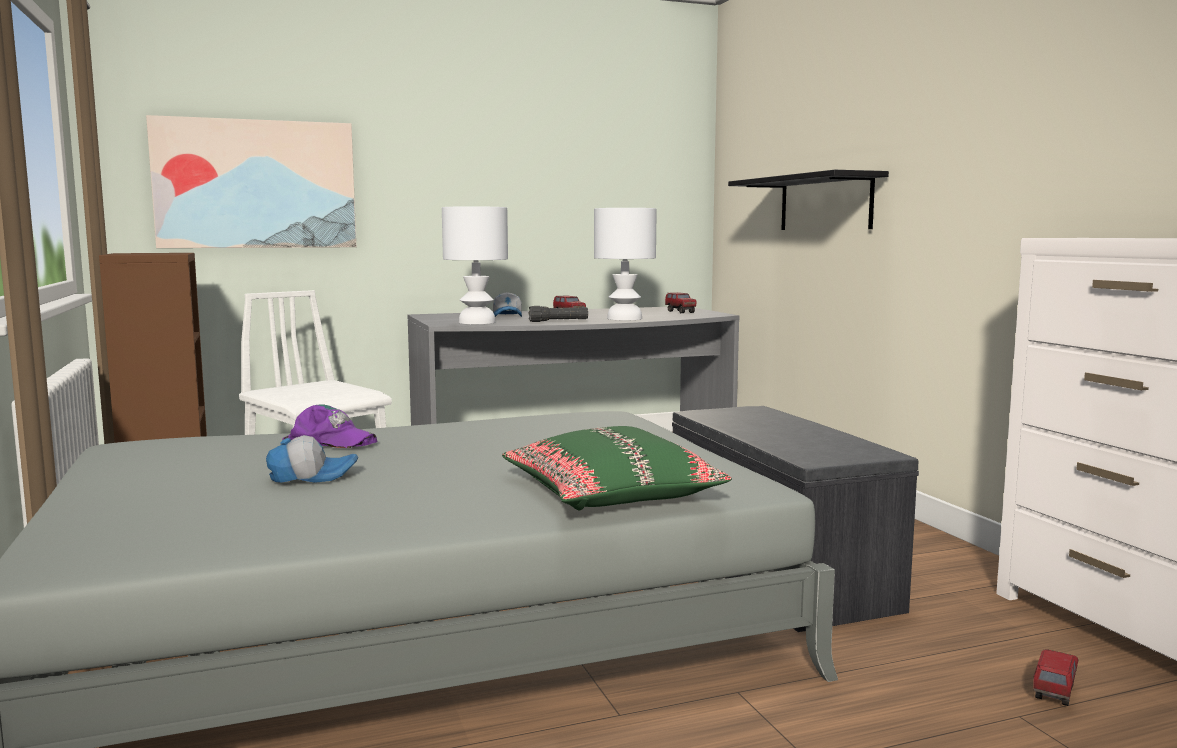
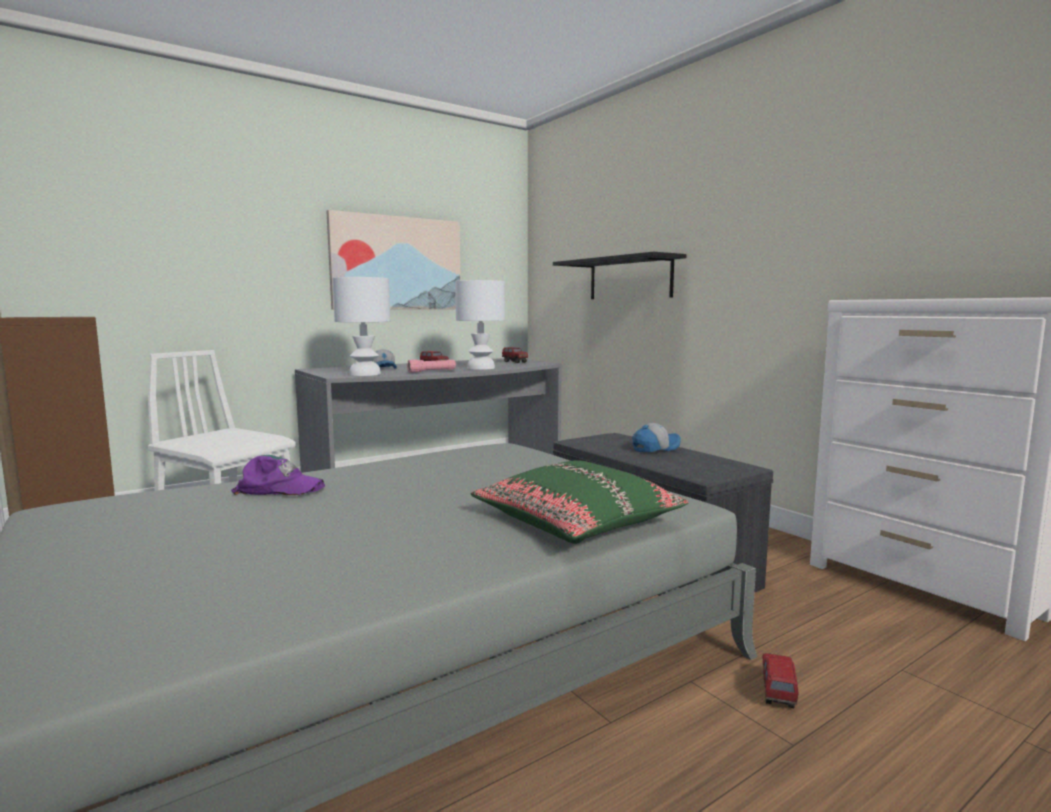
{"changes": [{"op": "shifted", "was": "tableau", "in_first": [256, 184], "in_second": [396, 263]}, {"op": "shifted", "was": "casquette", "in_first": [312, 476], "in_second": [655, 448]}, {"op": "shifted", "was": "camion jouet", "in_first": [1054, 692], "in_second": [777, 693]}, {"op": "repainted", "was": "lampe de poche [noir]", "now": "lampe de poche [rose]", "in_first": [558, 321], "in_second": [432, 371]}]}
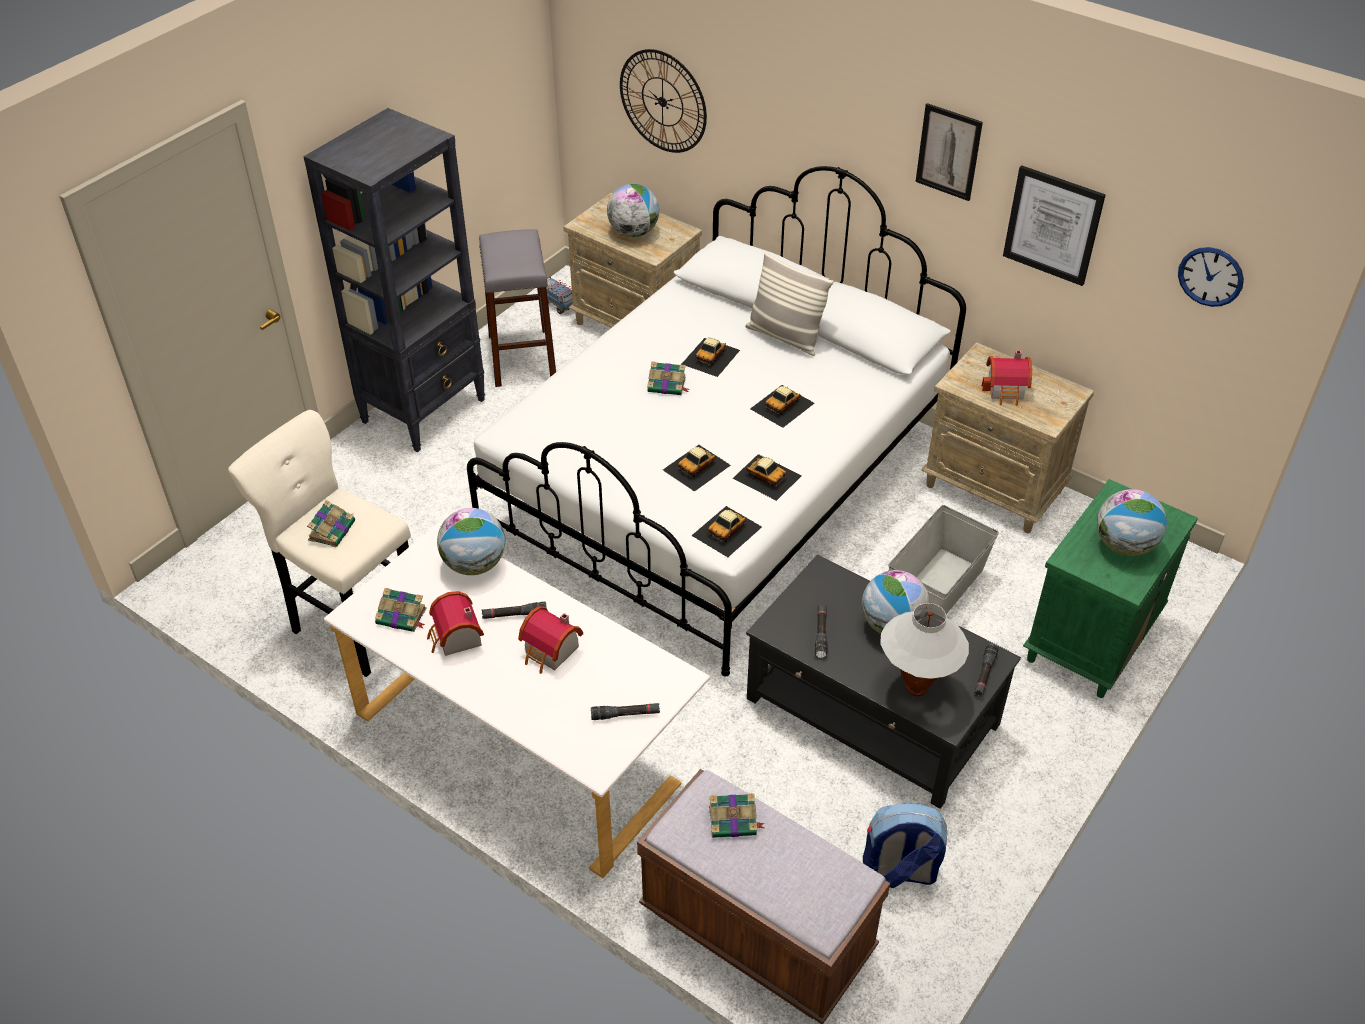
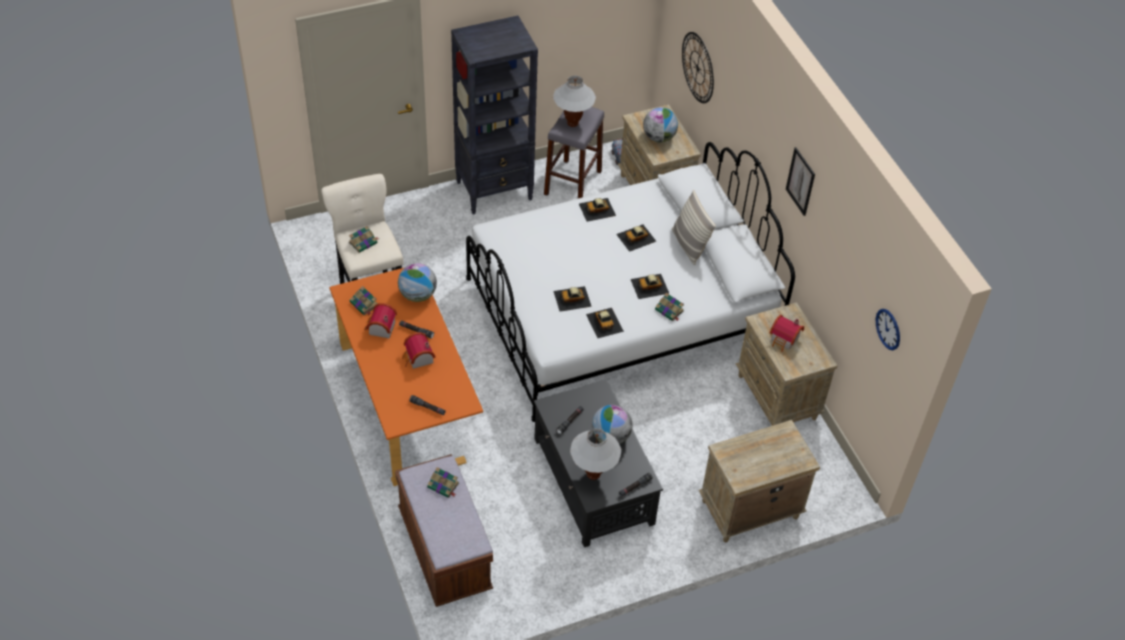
{"changes": [{"op": "gone", "was": "sac à dos", "in_first": [899, 871]}, {"op": "gone", "was": "boîte de rangement [gris]", "in_first": [935, 588]}, {"op": "gone", "was": "tableau", "in_first": [1053, 225]}, {"op": "gone", "was": "globe", "in_first": [1124, 545]}, {"op": "new", "now": "lampe de table [blanc]", "in_second": [572, 123]}, {"op": "shifted", "was": "livre", "in_first": [667, 385], "in_second": [669, 311]}, {"op": "shifted", "was": "petite voiture", "in_first": [727, 531], "in_second": [597, 209]}, {"op": "repainted", "was": "bureau [blanc]", "now": "bureau [orange]", "in_first": [524, 743], "in_second": [407, 401]}, {"op": "repainted", "was": "table de chevet [vert]", "now": "table de chevet [beige]", "in_first": [1091, 640], "in_second": [749, 510]}]}
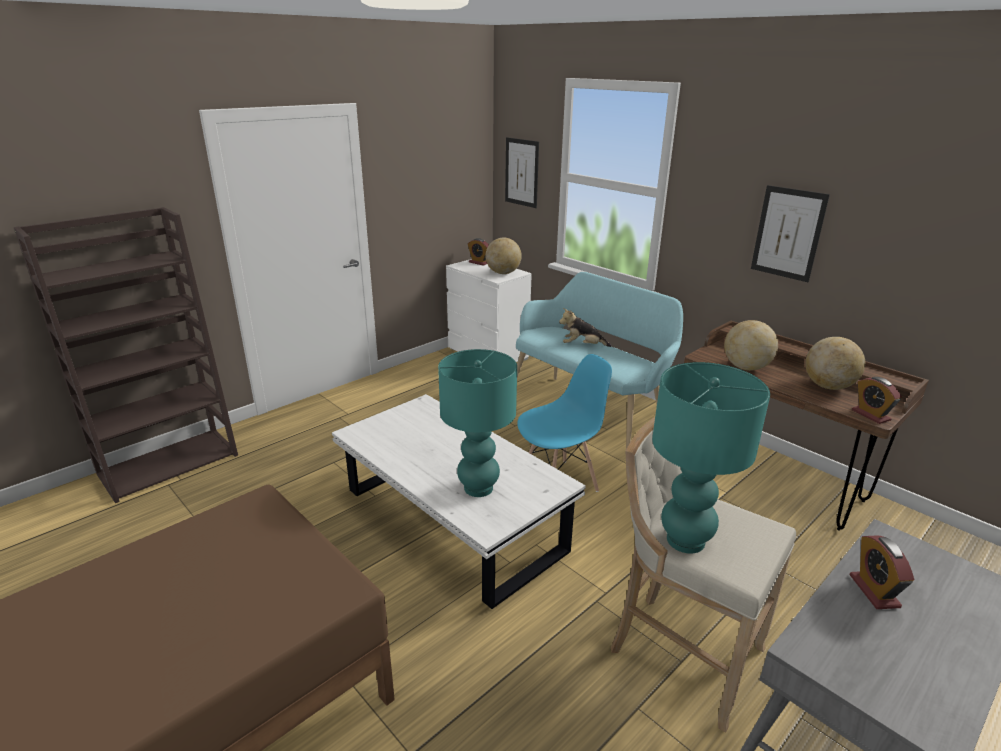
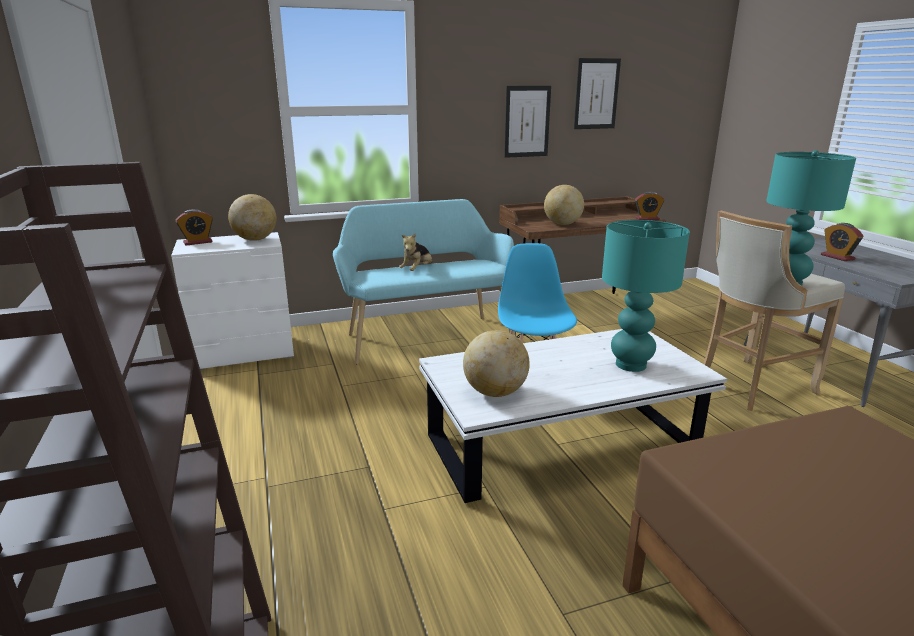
{"changes": [{"op": "shifted", "was": "tableau", "in_first": [521, 172], "in_second": [596, 94]}, {"op": "shifted", "was": "globe", "in_first": [828, 386], "in_second": [495, 392]}, {"op": "rotated", "was": "réveil", "in_first": [874, 591], "in_second": [837, 257], "clockwise": 45}]}
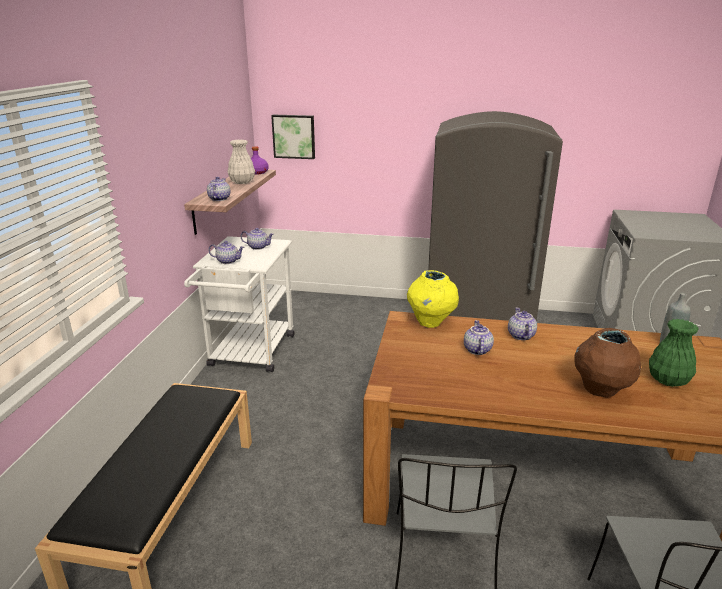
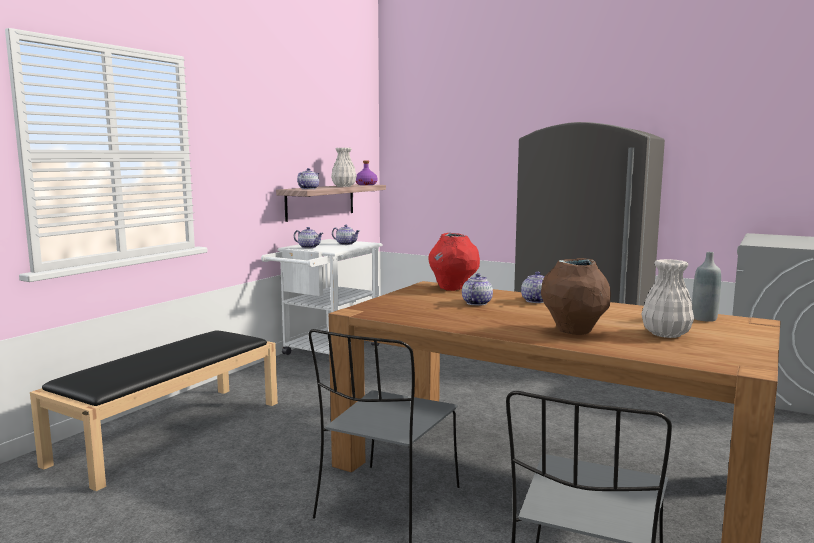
{"changes": [{"op": "gone", "was": "tableau", "in_first": [294, 136]}, {"op": "repainted", "was": "vase [jaune]", "now": "vase [rouge]", "in_first": [430, 322], "in_second": [453, 288]}, {"op": "repainted", "was": "vase [vert]", "now": "vase [blanc]", "in_first": [667, 380], "in_second": [665, 334]}]}
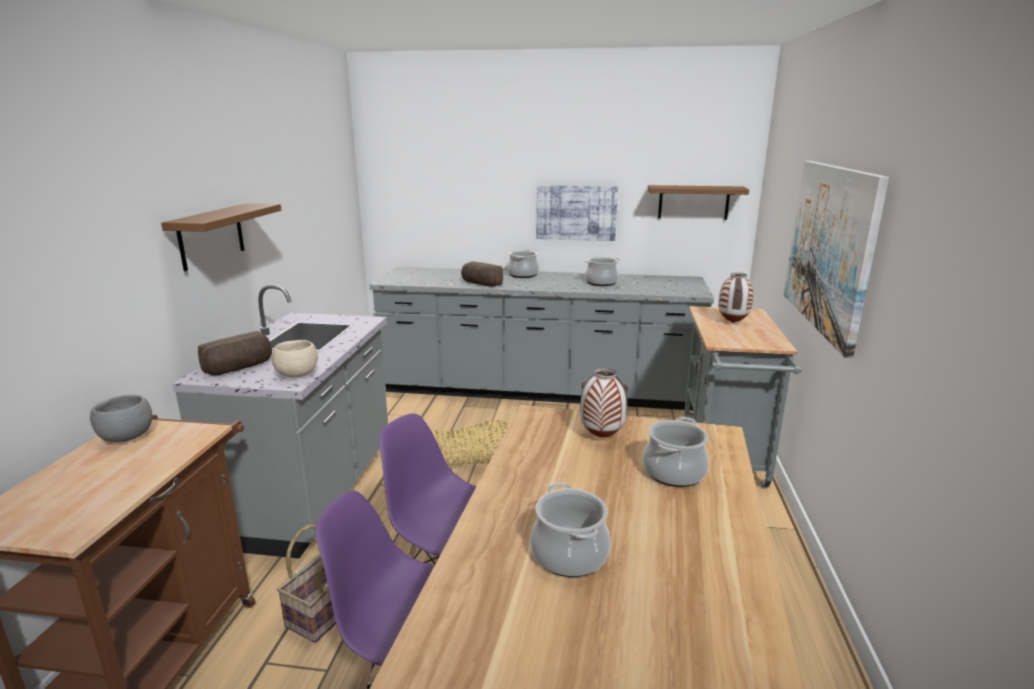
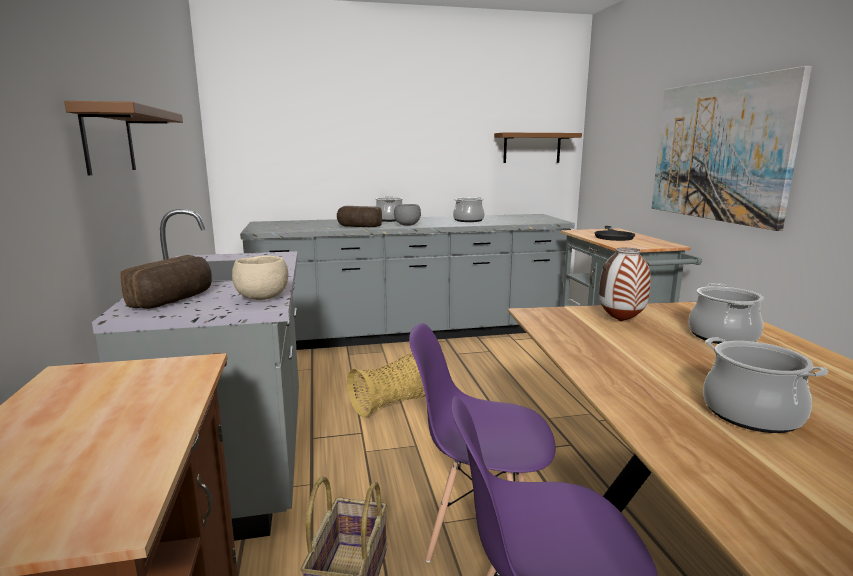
{"changes": [{"op": "gone", "was": "tableau", "in_first": [576, 212]}, {"op": "shifted", "was": "bol [gris]", "in_first": [127, 438], "in_second": [407, 225]}, {"op": "swapped", "was": "vase", "now": "poêle [noir]", "in_first": [733, 323], "in_second": [613, 236]}]}
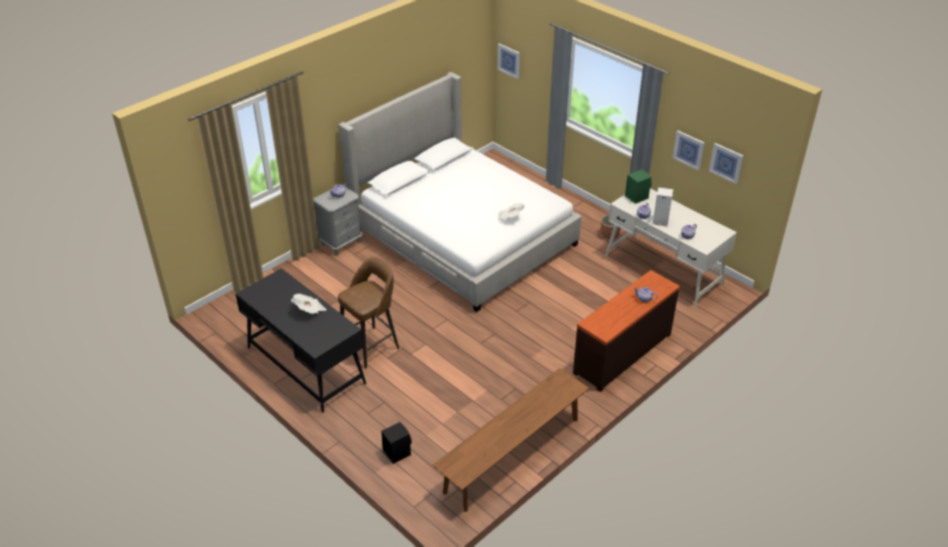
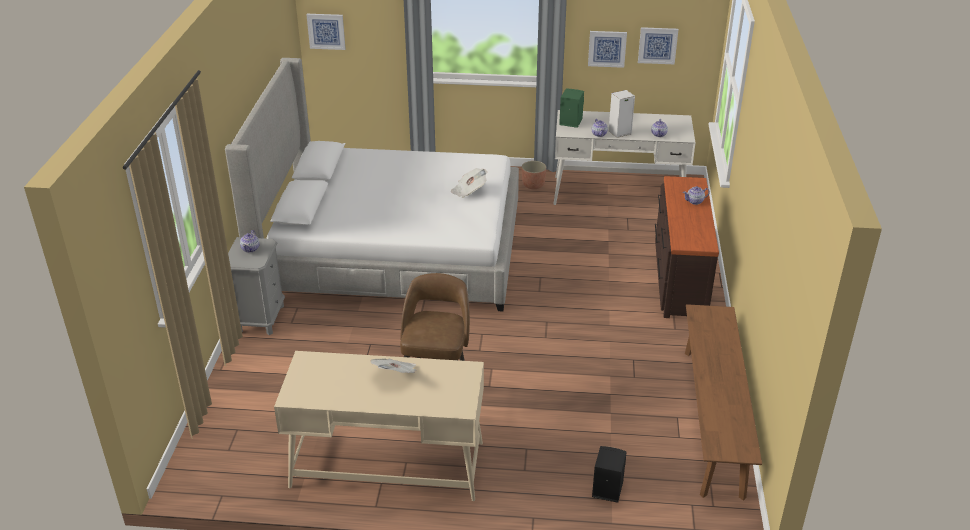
{"changes": [{"op": "repainted", "was": "bureau [noir]", "now": "bureau [beige]", "in_first": [305, 364], "in_second": [387, 464]}]}
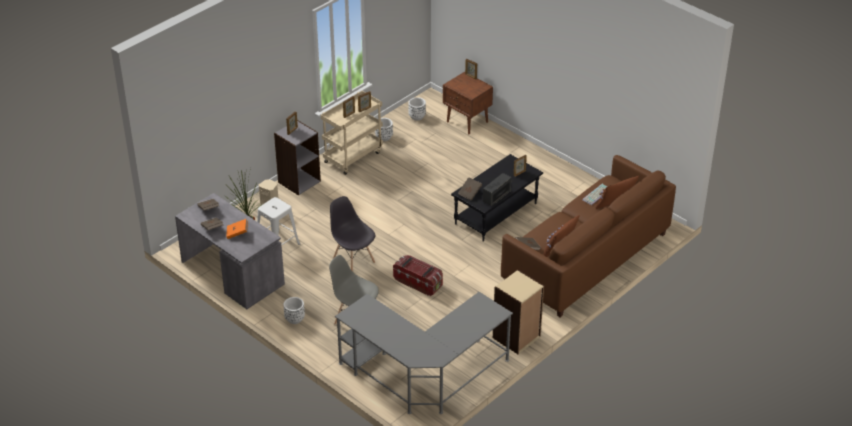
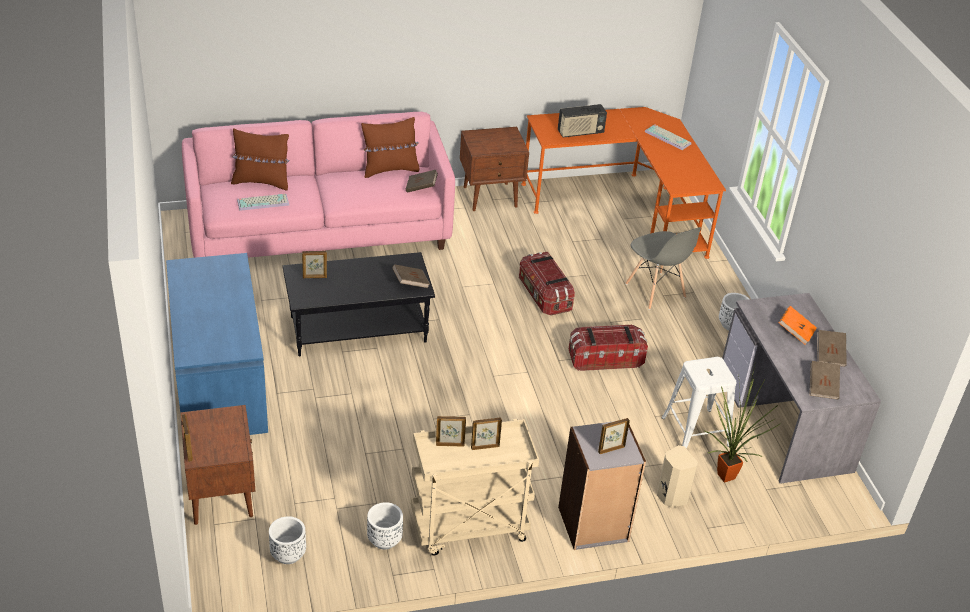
{"changes": [{"op": "new", "now": "bureau [bleu]", "in_second": [218, 380]}, {"op": "new", "now": "clavier", "in_second": [668, 138]}, {"op": "shifted", "was": "radio", "in_first": [496, 196], "in_second": [580, 132]}, {"op": "swapped", "was": "chaise [gris]", "now": "boîte de rangement", "in_first": [353, 261], "in_second": [605, 359]}, {"op": "swapped", "was": "bibliothèque [beige]", "now": "table de chevet [marron]", "in_first": [516, 337], "in_second": [491, 197]}, {"op": "repainted", "was": "bureau [gris]", "now": "bureau [orange]", "in_first": [424, 376], "in_second": [623, 208]}, {"op": "repainted", "was": "canapé [marron]", "now": "canapé [rose]", "in_first": [586, 258], "in_second": [319, 231]}]}
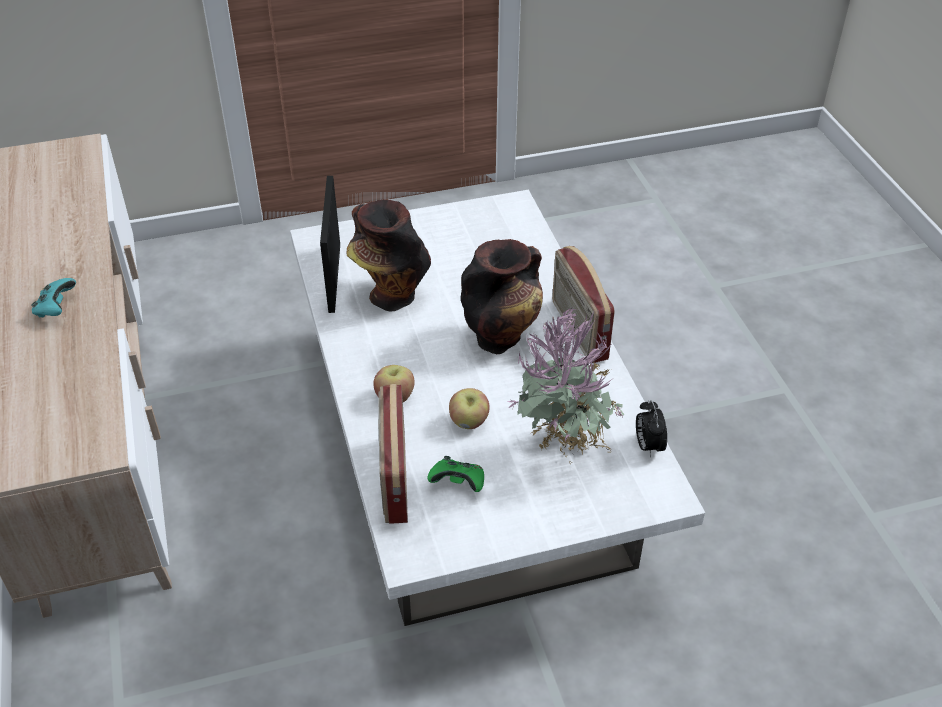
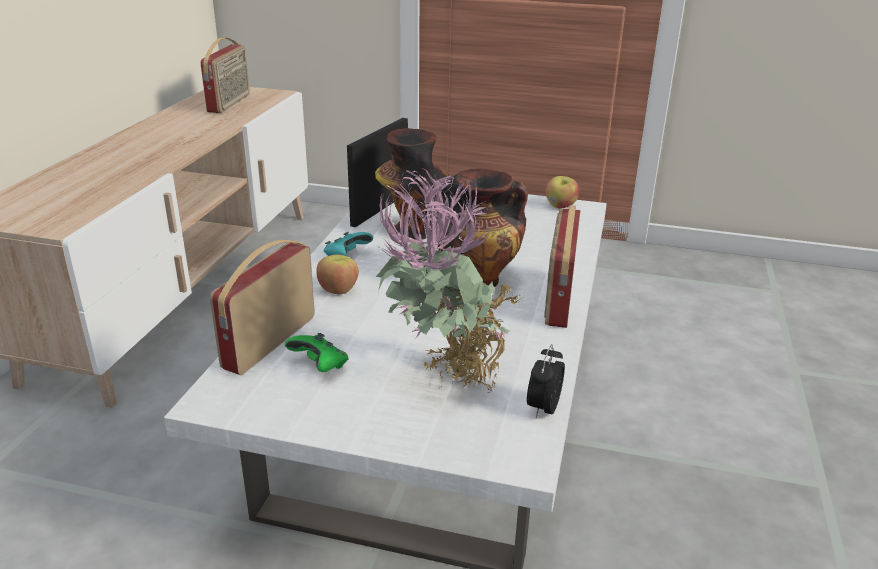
{"changes": [{"op": "new", "now": "radio", "in_second": [230, 103]}, {"op": "shifted", "was": "manette [turquoise]", "in_first": [56, 308], "in_second": [347, 256]}, {"op": "shifted", "was": "pomme", "in_first": [469, 422], "in_second": [560, 206]}]}
